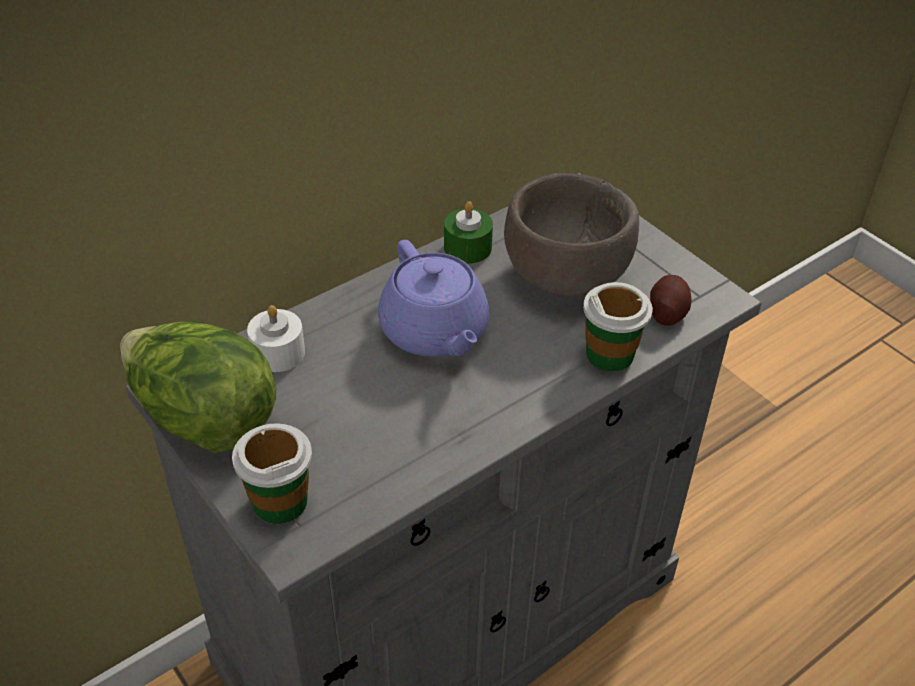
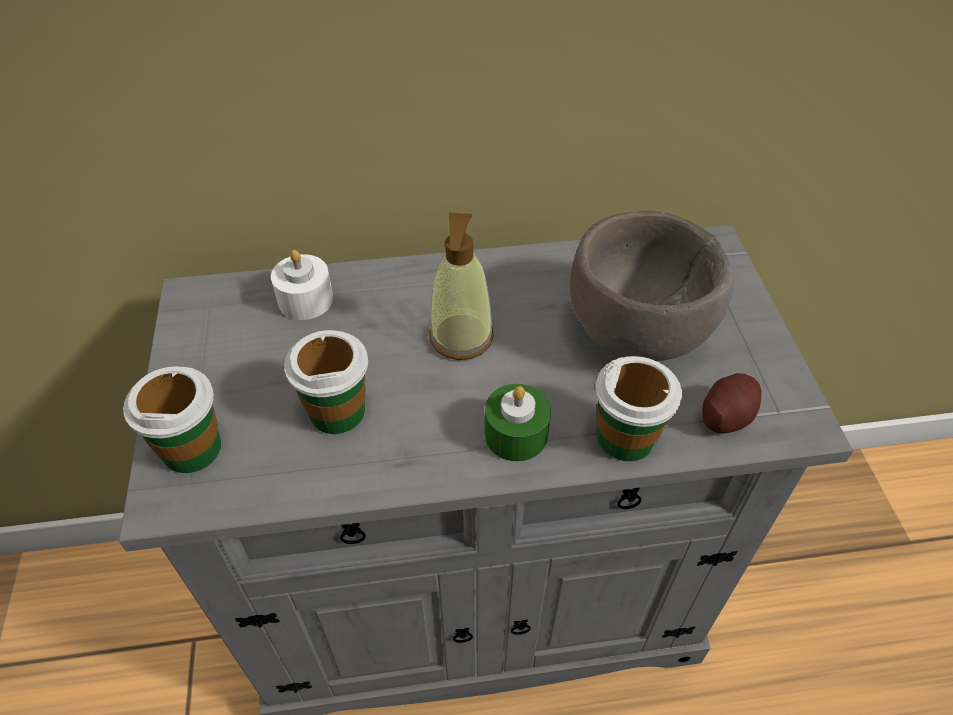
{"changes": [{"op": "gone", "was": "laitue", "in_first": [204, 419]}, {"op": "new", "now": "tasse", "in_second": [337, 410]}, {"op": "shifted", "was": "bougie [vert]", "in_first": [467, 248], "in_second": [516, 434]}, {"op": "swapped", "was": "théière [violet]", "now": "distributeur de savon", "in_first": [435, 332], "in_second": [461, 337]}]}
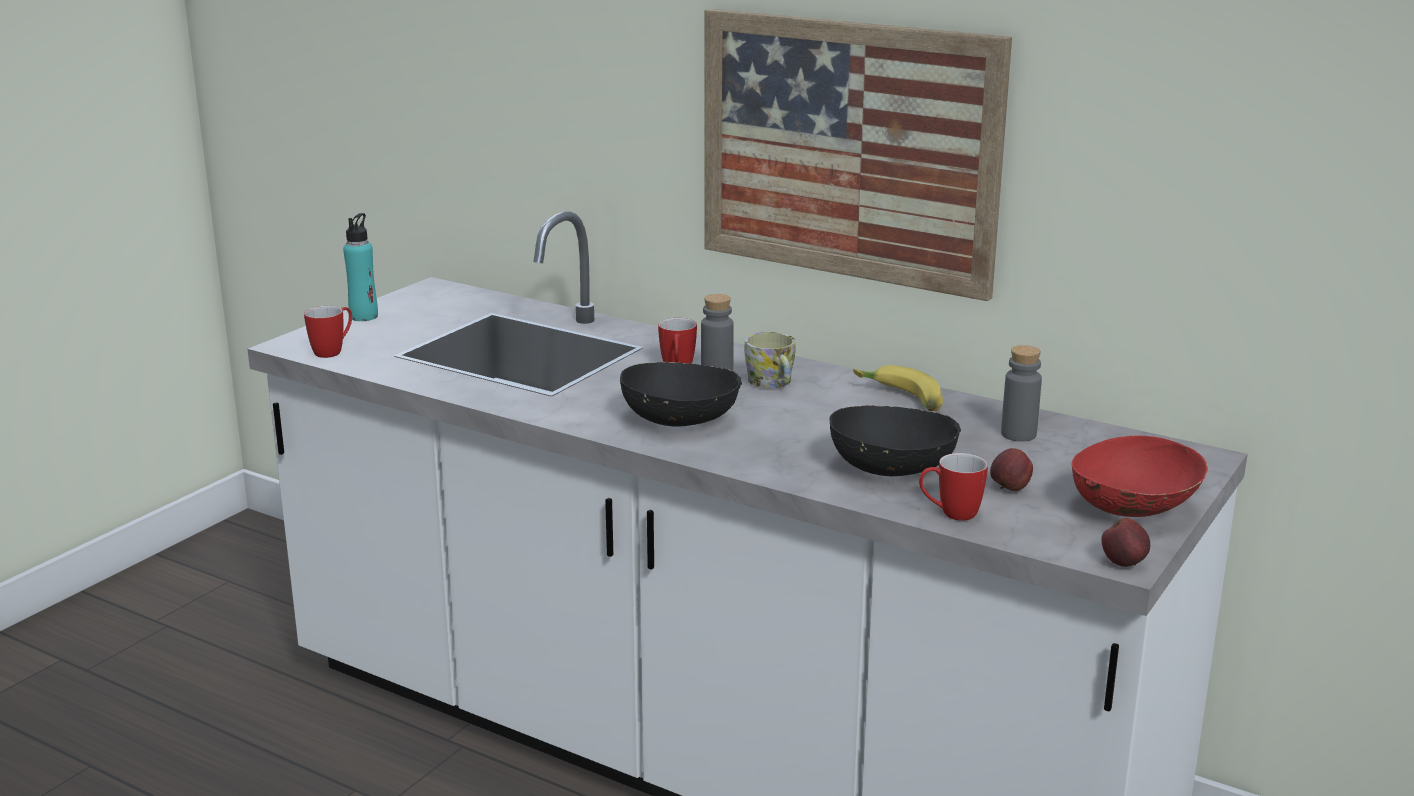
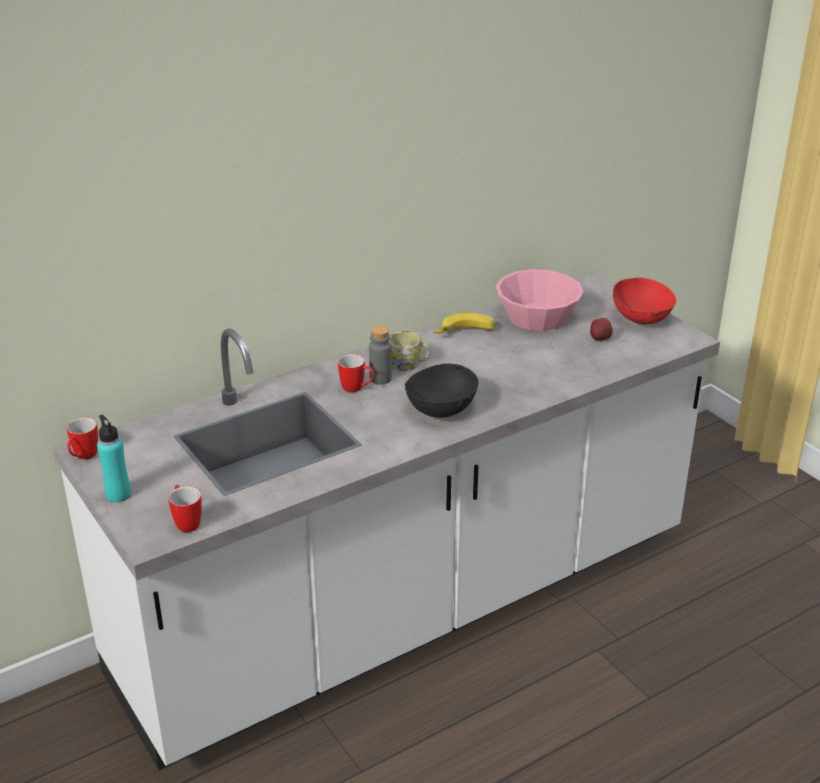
{"changes": [{"op": "gone", "was": "tableau", "in_first": [848, 150]}, {"op": "gone", "was": "bol [noir]", "in_first": [892, 469]}, {"op": "gone", "was": "pomme", "in_first": [1124, 563]}, {"op": "shifted", "was": "mug", "in_first": [950, 514], "in_second": [83, 457]}, {"op": "swapped", "was": "bouteille [gris]", "now": "bol [rose]", "in_first": [1018, 434], "in_second": [537, 316]}]}
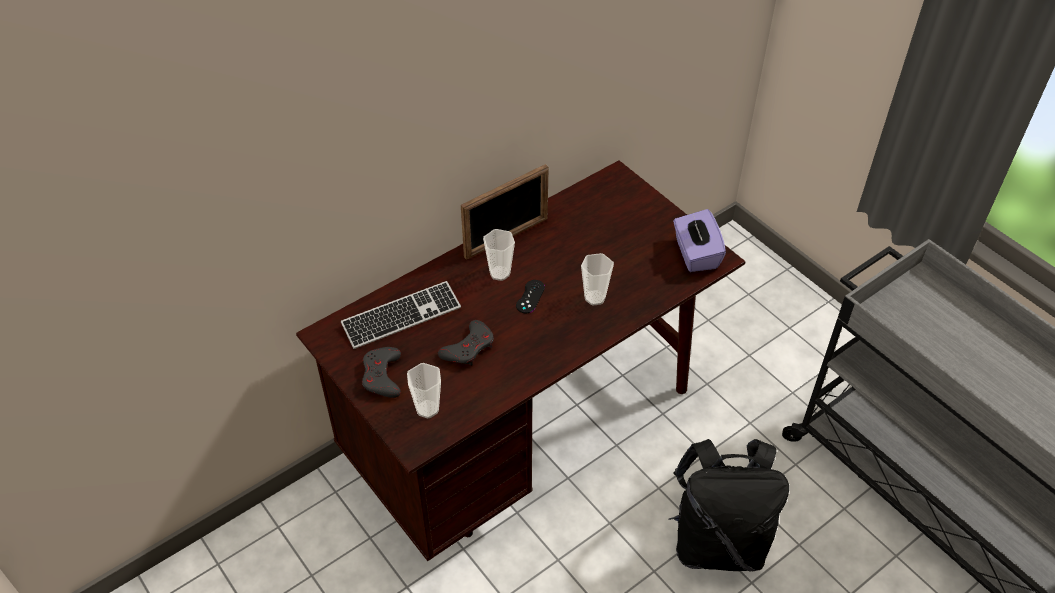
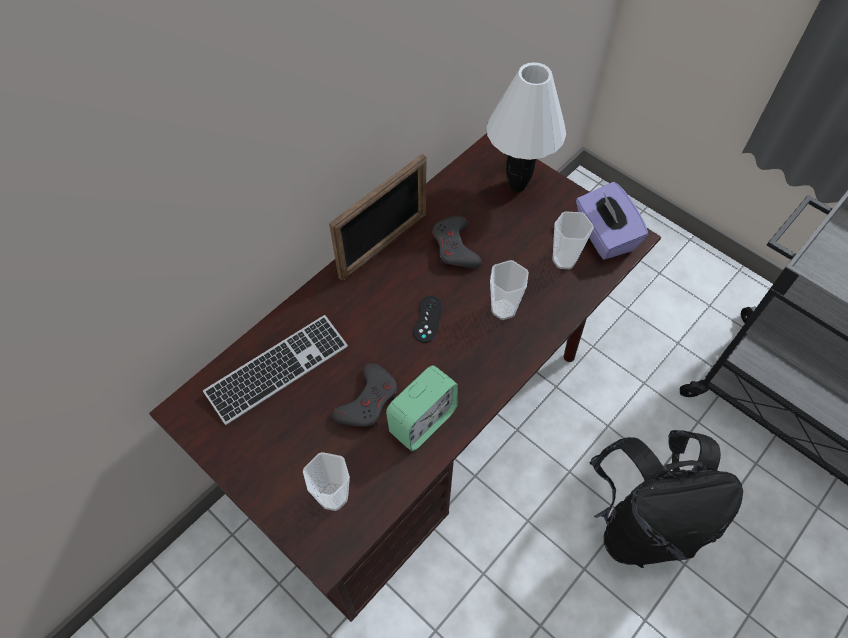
{"changes": [{"op": "new", "now": "réveil", "in_second": [422, 421]}, {"op": "new", "now": "lampe de table [blanc]", "in_second": [518, 185]}, {"op": "shifted", "was": "manette [gris]", "in_first": [382, 376], "in_second": [455, 247]}, {"op": "shifted", "was": "tasse", "in_first": [499, 273], "in_second": [564, 260]}]}
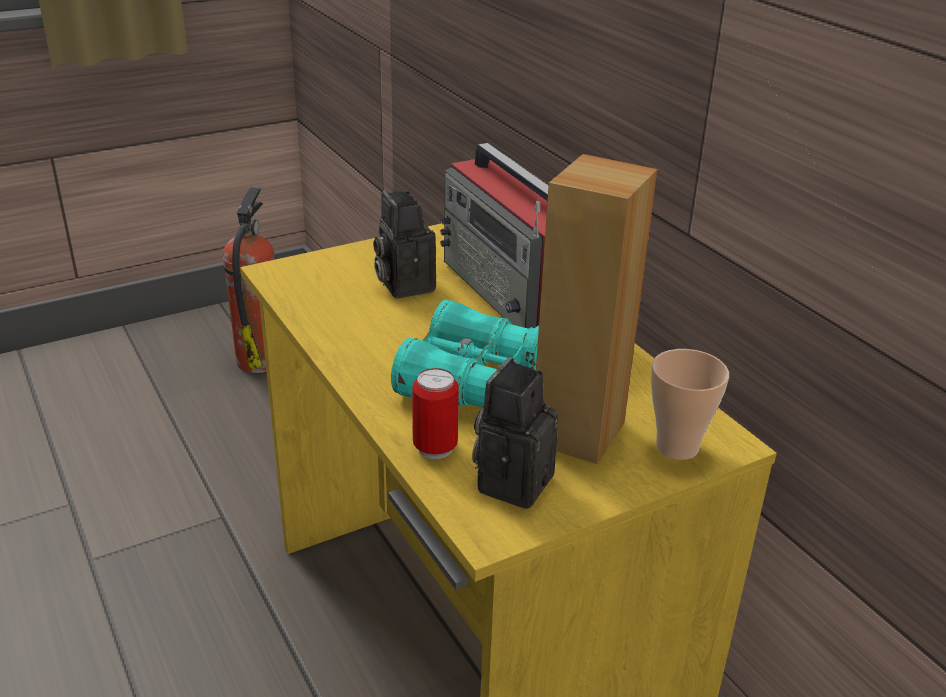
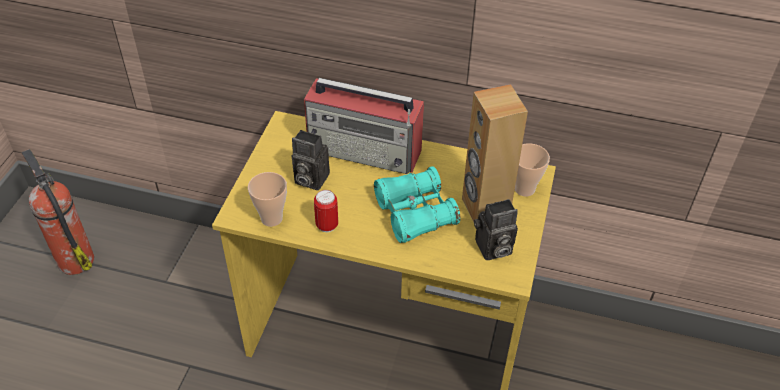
{"changes": [{"op": "new", "now": "tasse", "in_second": [271, 218]}, {"op": "shifted", "was": "boîte métallique", "in_first": [435, 448], "in_second": [327, 225]}, {"op": "rotated", "was": "appareil photo", "in_first": [512, 480], "in_second": [492, 249], "clockwise": -90}]}
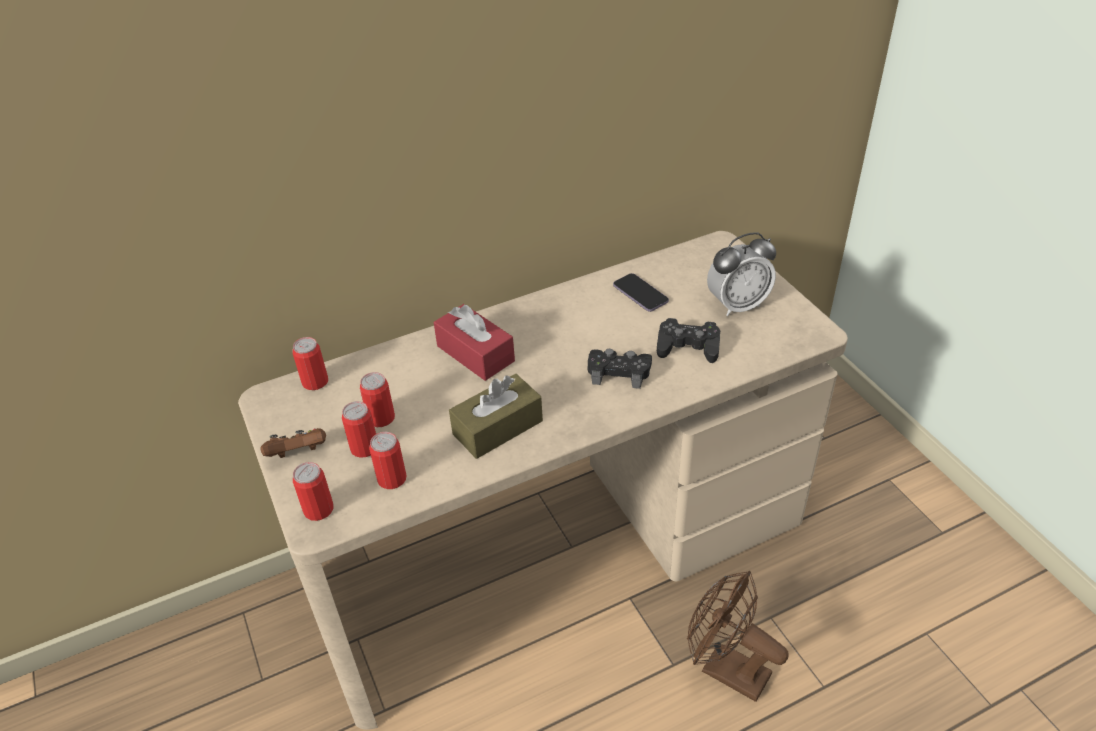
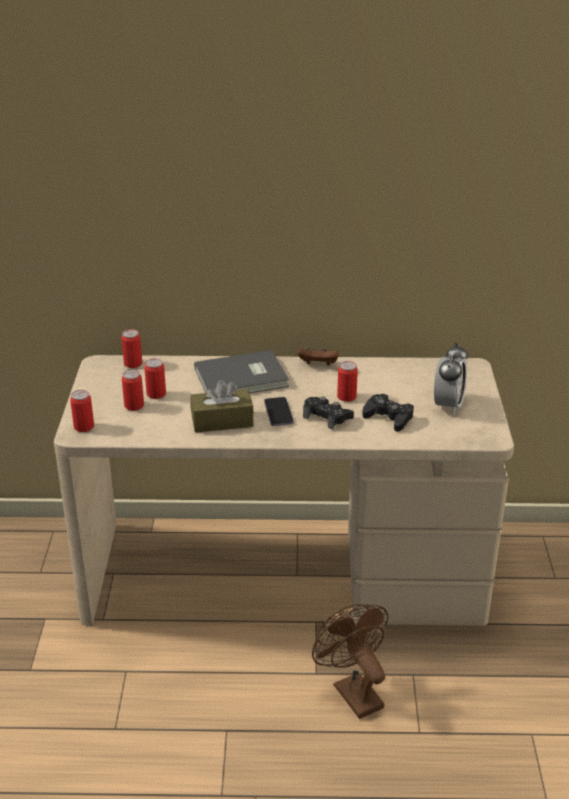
{"changes": [{"op": "shifted", "was": "manette [marron]", "in_first": [298, 454], "in_second": [318, 365]}, {"op": "shifted", "was": "boîte métallique", "in_first": [392, 479], "in_second": [346, 397]}, {"op": "shifted", "was": "téléphone", "in_first": [640, 294], "in_second": [278, 413]}, {"op": "swapped", "was": "boîte à mouchoirs [rouge]", "now": "livre [gris]", "in_first": [475, 353], "in_second": [243, 378]}, {"op": "rotated", "was": "réveil", "in_first": [737, 305], "in_second": [448, 405], "clockwise": -75}]}
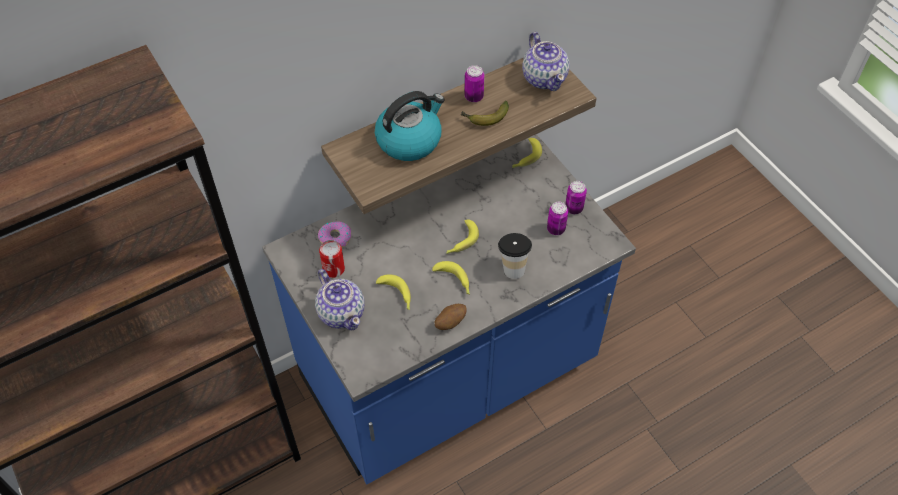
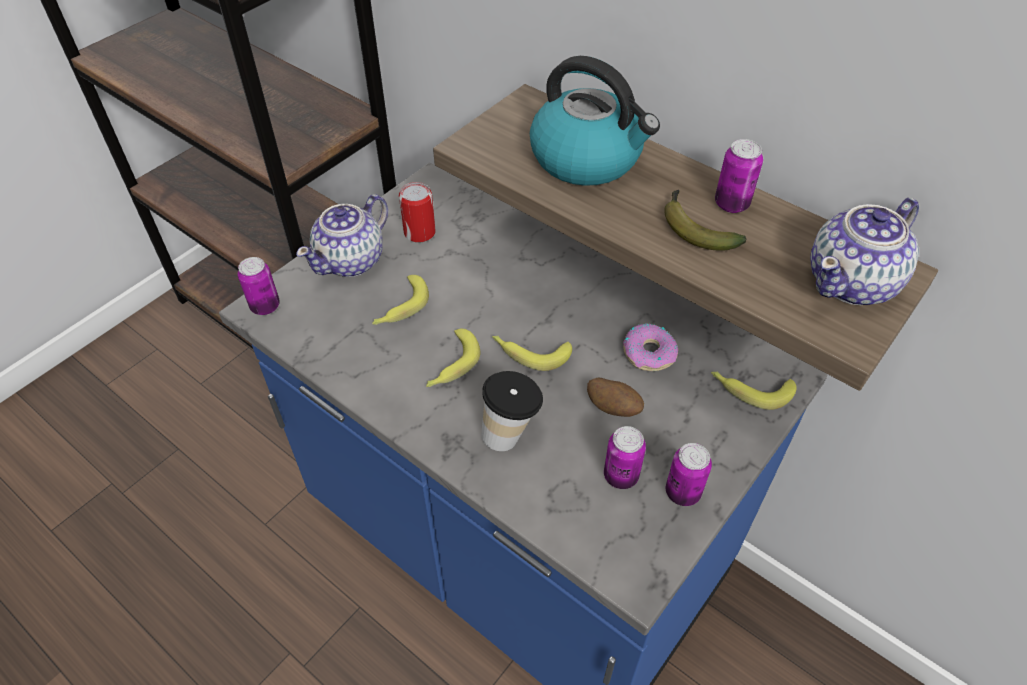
{"changes": [{"op": "new", "now": "boîte métallique", "in_second": [265, 306]}, {"op": "shifted", "was": "beignet", "in_first": [335, 238], "in_second": [649, 353]}, {"op": "shifted", "was": "pomme de terre", "in_first": [450, 322], "in_second": [613, 408]}]}
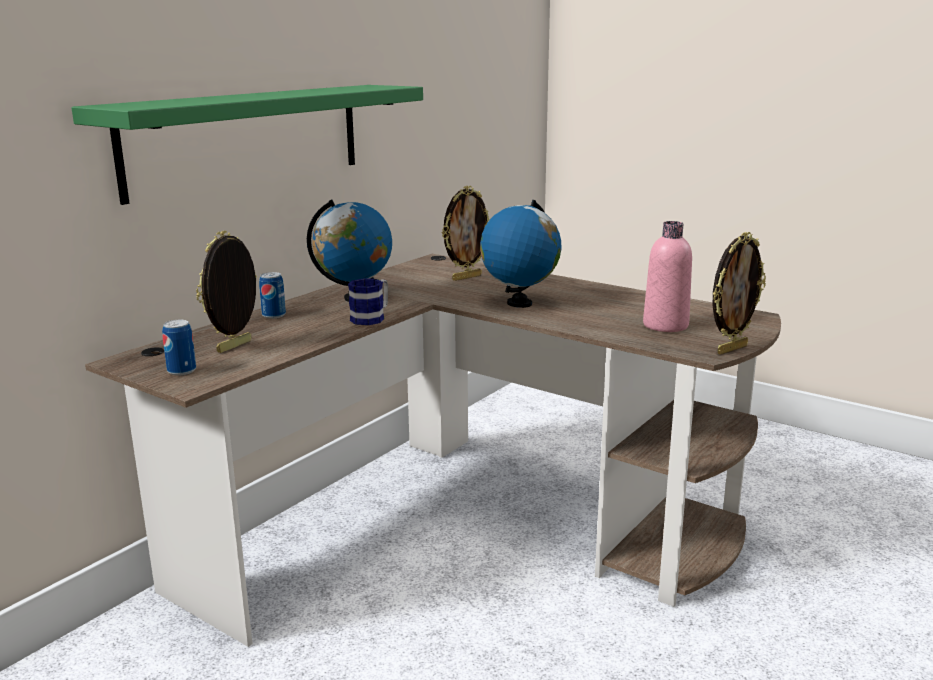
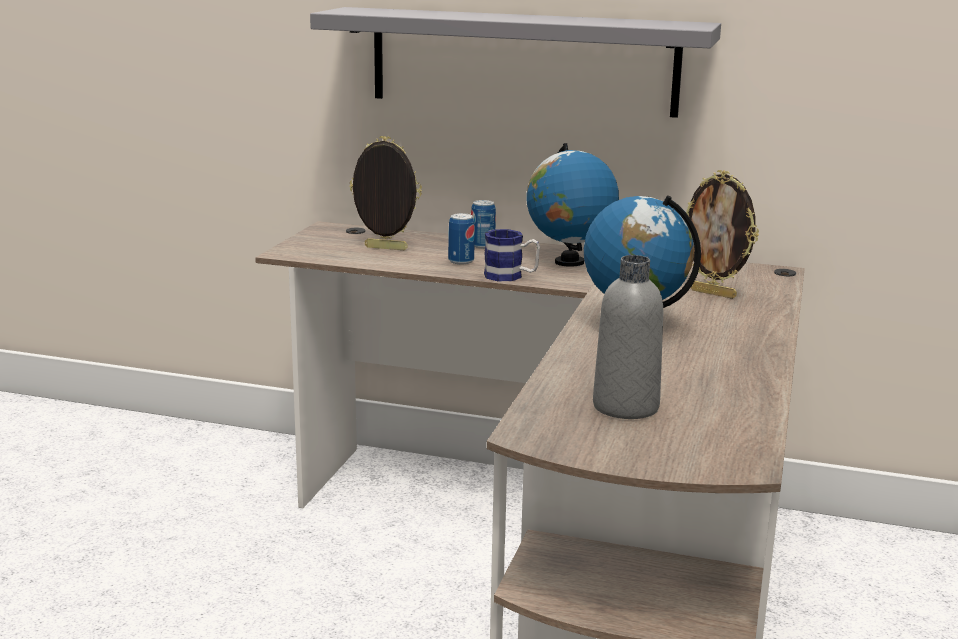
{"changes": [{"op": "gone", "was": "cadre photo", "in_first": [731, 349]}, {"op": "shifted", "was": "boîte métallique", "in_first": [182, 371], "in_second": [461, 261]}, {"op": "repainted", "was": "étagère [vert]", "now": "étagère [gris]", "in_first": [247, 138], "in_second": [522, 61]}, {"op": "repainted", "was": "bouteille [rose]", "now": "bouteille [gris]", "in_first": [665, 325], "in_second": [625, 407]}]}
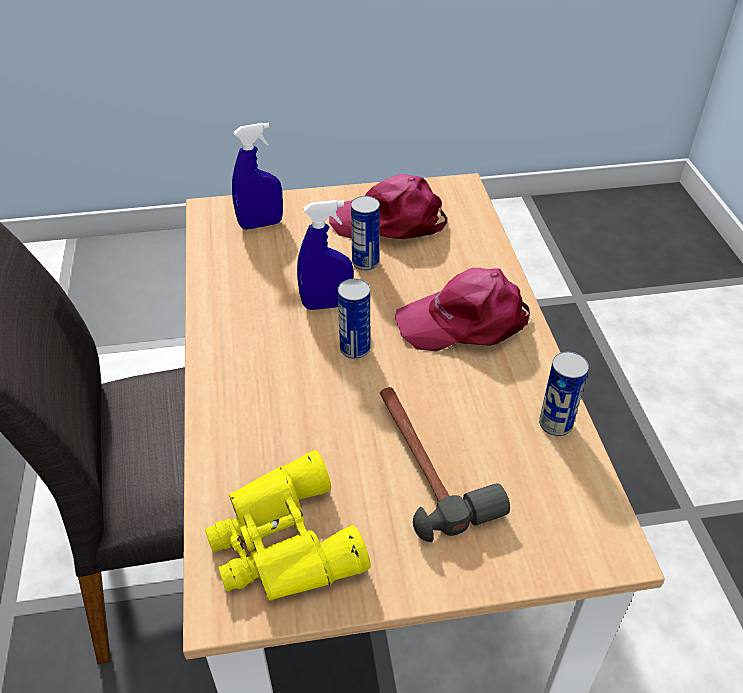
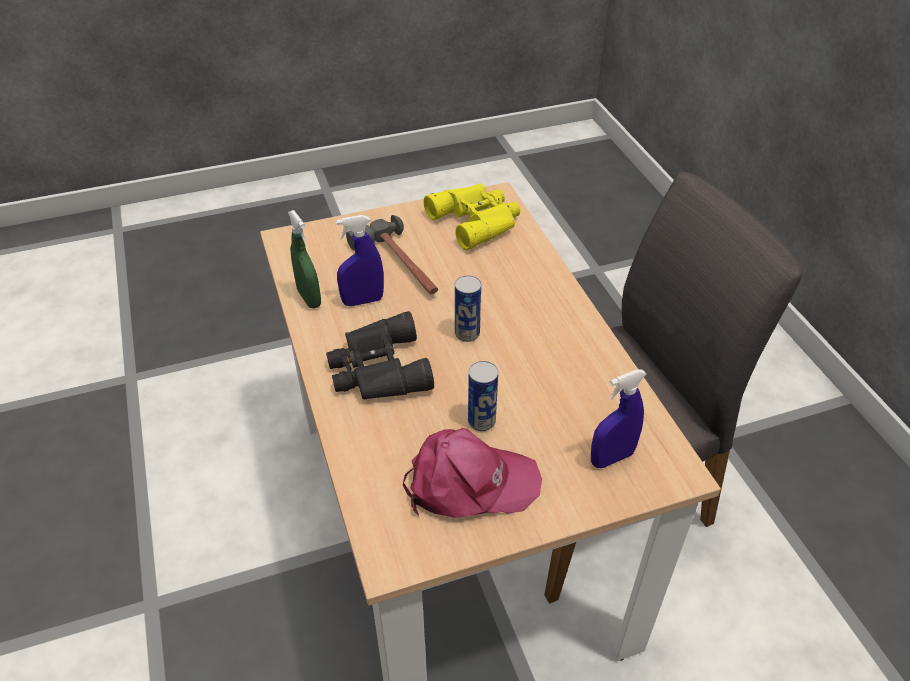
{"changes": [{"op": "shifted", "was": "vaporisateur [bleu]", "in_first": [327, 305], "in_second": [363, 301]}, {"op": "swapped", "was": "casquette [rose]", "now": "jumelles [noir]", "in_first": [465, 321], "in_second": [377, 369]}, {"op": "swapped", "was": "boîte métallique", "now": "vaporisateur [vert]", "in_first": [555, 424], "in_second": [309, 298]}]}
